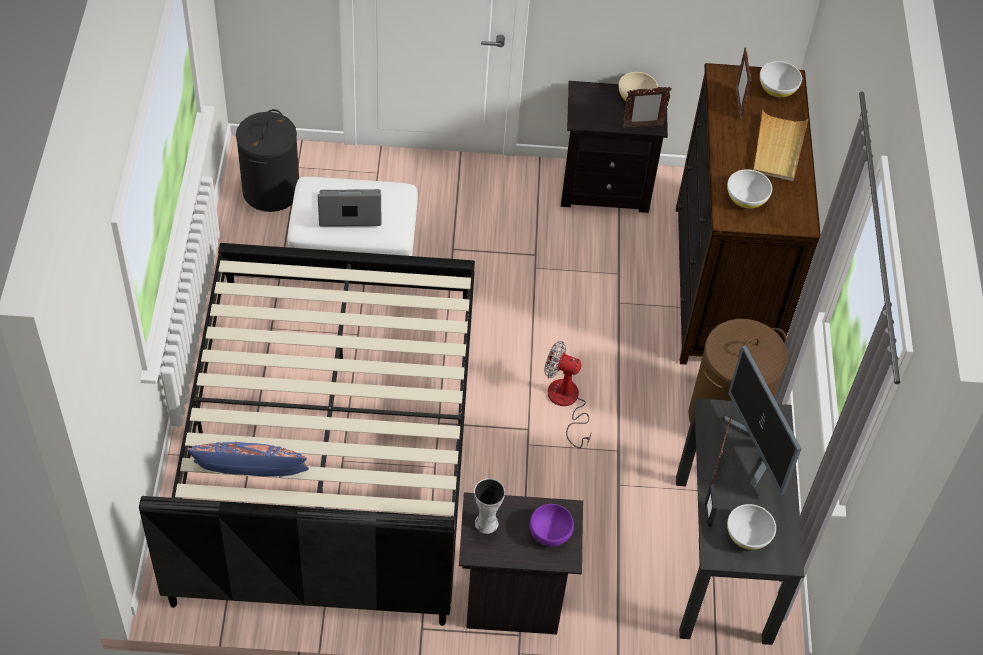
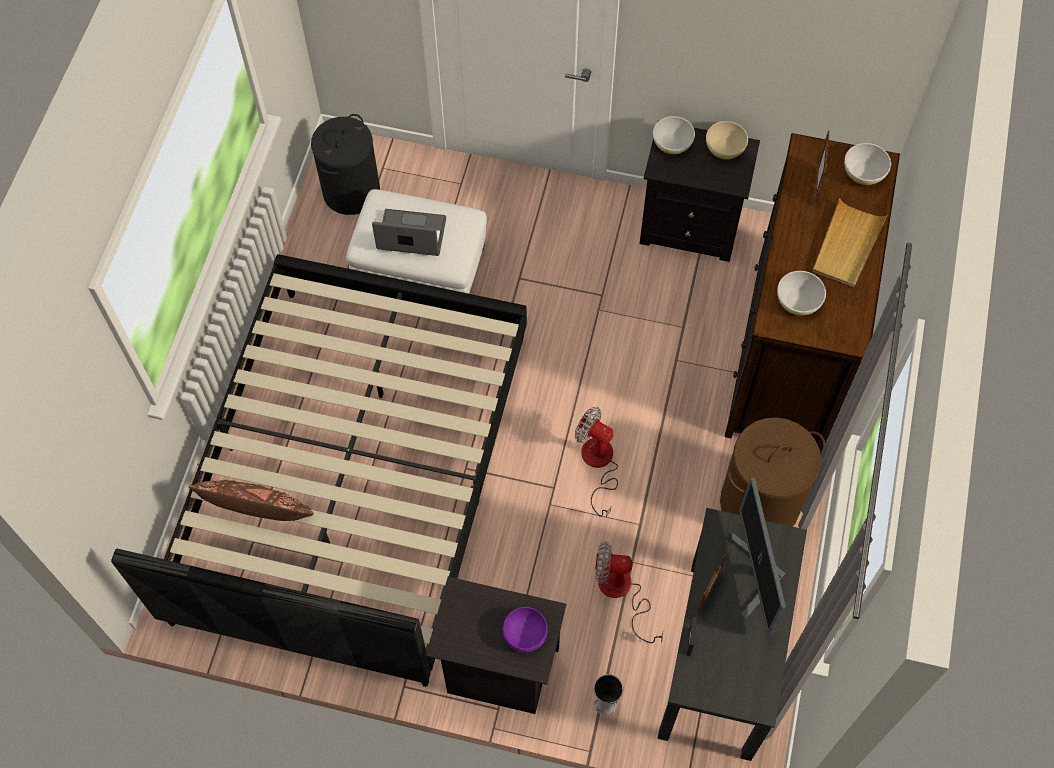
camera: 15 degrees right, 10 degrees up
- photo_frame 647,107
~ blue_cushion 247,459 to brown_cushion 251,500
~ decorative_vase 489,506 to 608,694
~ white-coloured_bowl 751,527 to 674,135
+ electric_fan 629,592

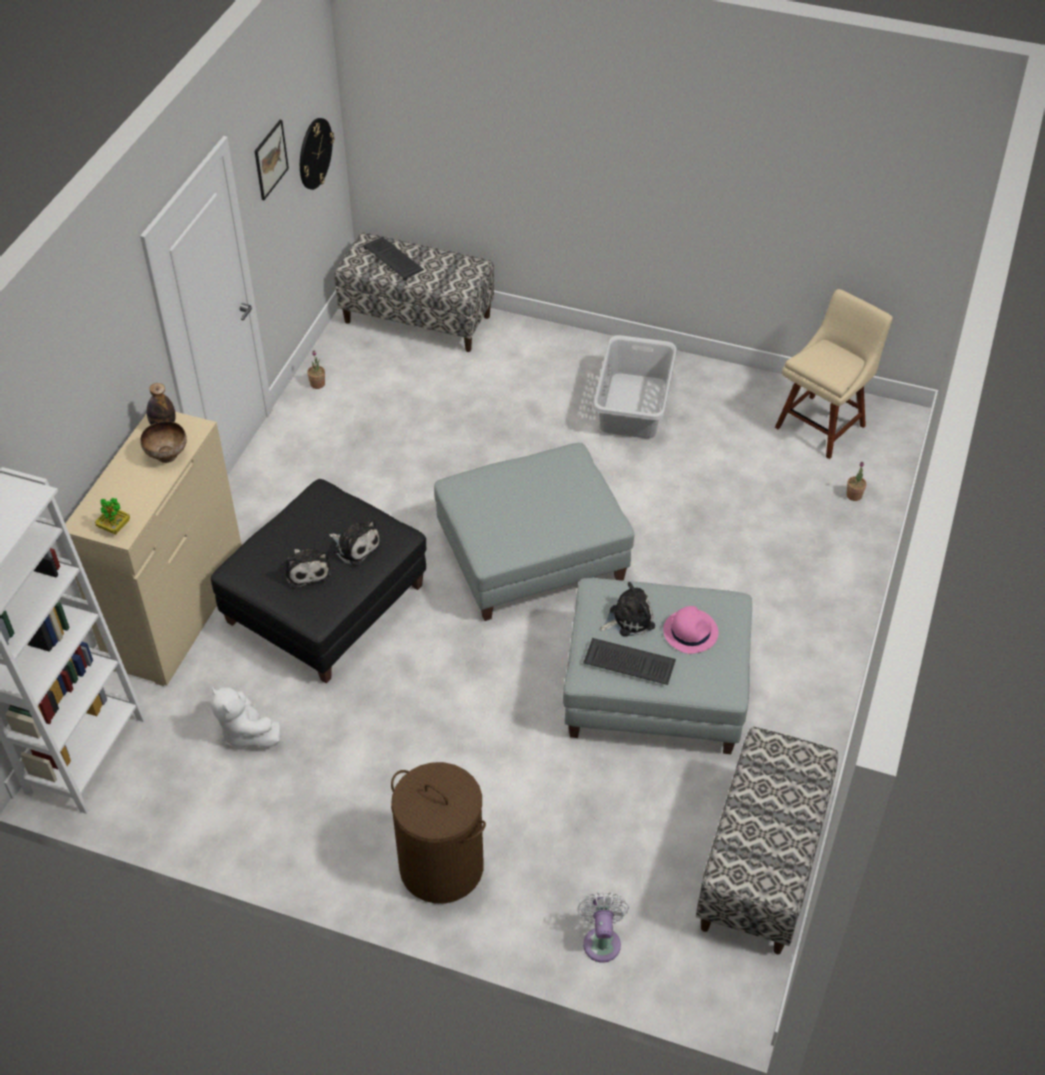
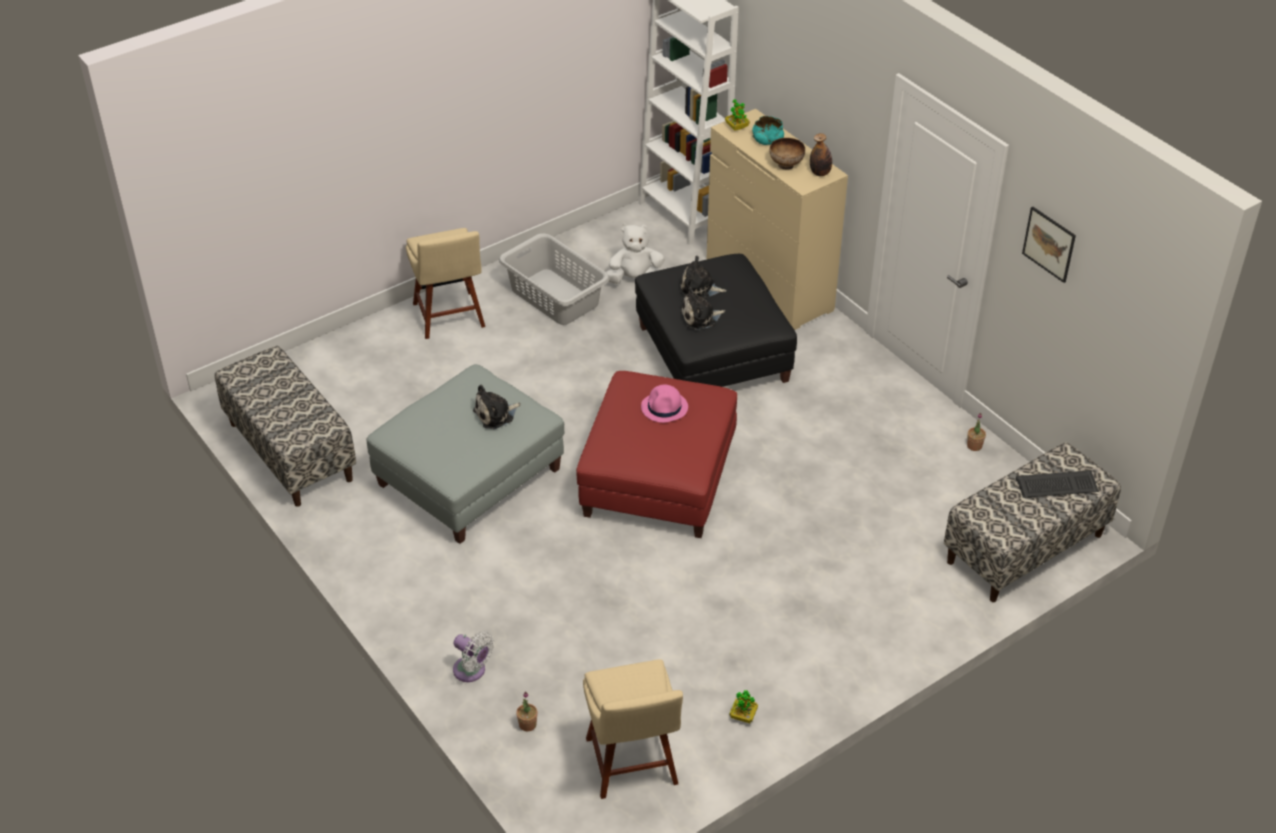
camera: 125 degrees right, 5 degrees down
- hanging_clock 317,154
~ greyish_laundry_basket 635,386 to 554,279
~ greyish_pouffe 534,532 to reddish_pouffe 656,454
~ soft_toy 627,609 = 497,407 45 degrees clockwise
~ pink_clothing_hat 690,630 to 664,404
- PC_keyboard 629,661
~ brown_laundry_basket 438,832 to beige-coloured_upright_chair 445,283
~ white-coloured_electric_fan 603,927 to 473,656
+ turquoise-coloured_bowl 768,130
+ potted_plant 744,706

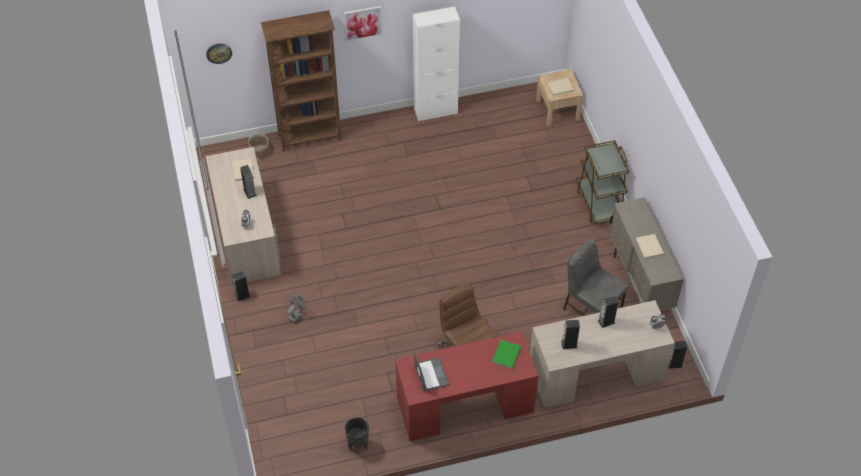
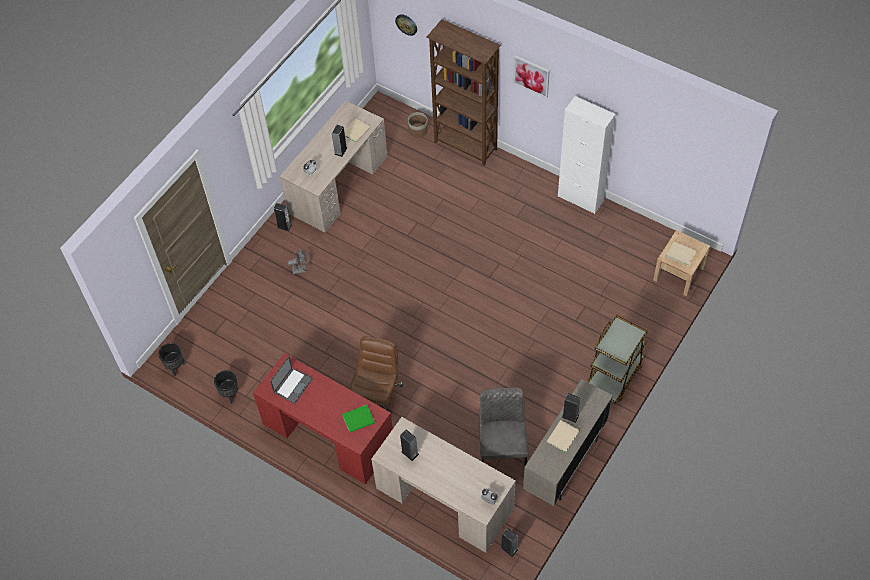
camera: 50 degrees right, 5 degrees up
~ speaker 608,311 to 571,408
+ black_planter 171,359

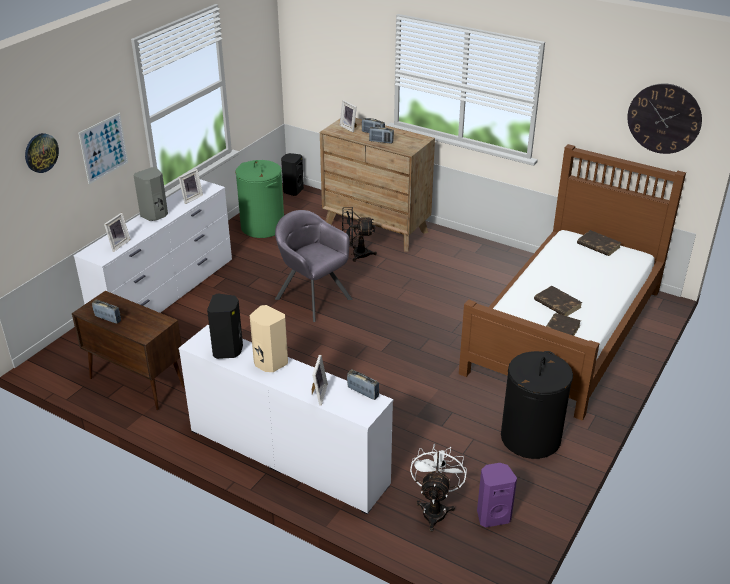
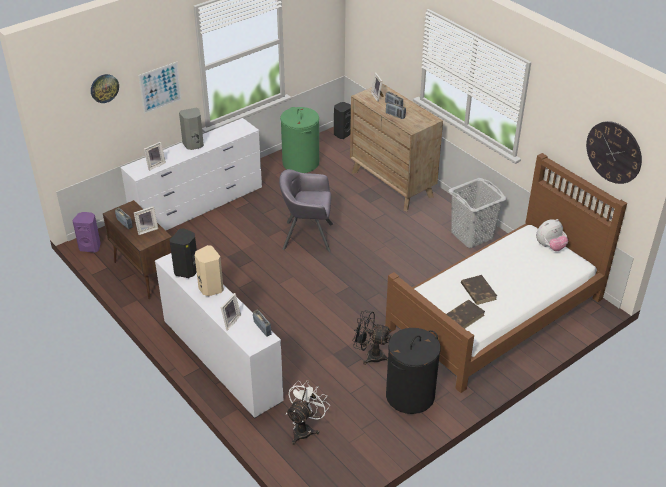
camera: 20 degrees right, 5 degrees up
~ photo_frame 191,186 to 146,220
~ black_electric_fan 359,234 to 371,337
~ greyish_easy_chair 313,266 = 306,210 60 degrees counterclockwise
~ brown_volume 599,243 to soft_toy 552,235
~ purple-coloured_speaker 497,495 to 86,232
+ greyish_laundry_basket 477,213

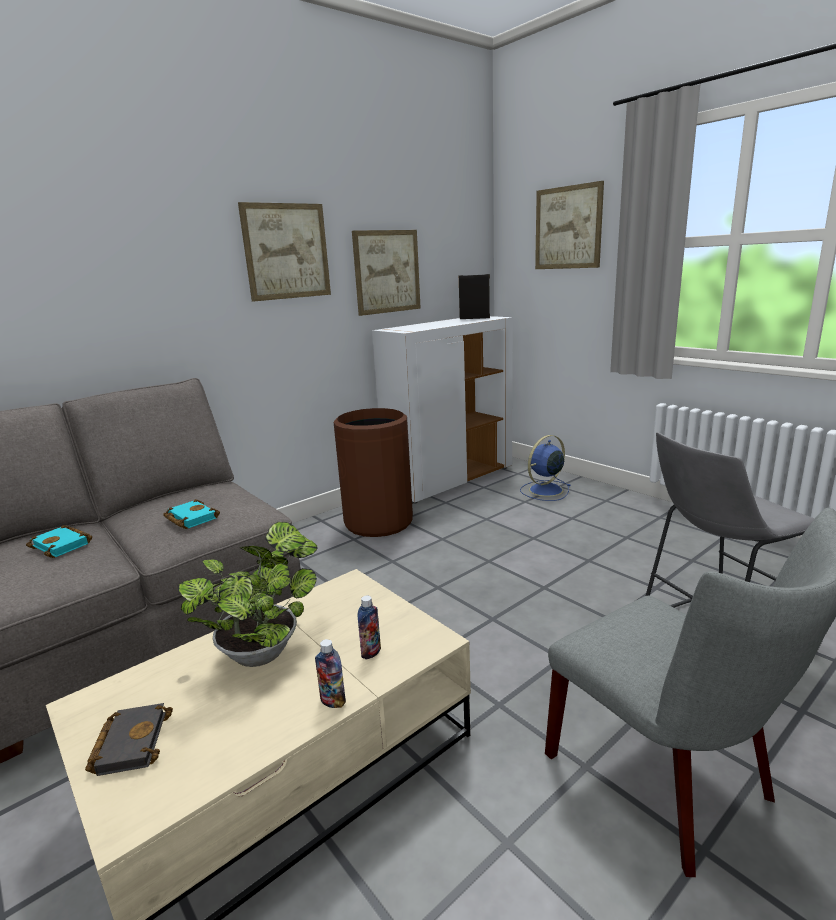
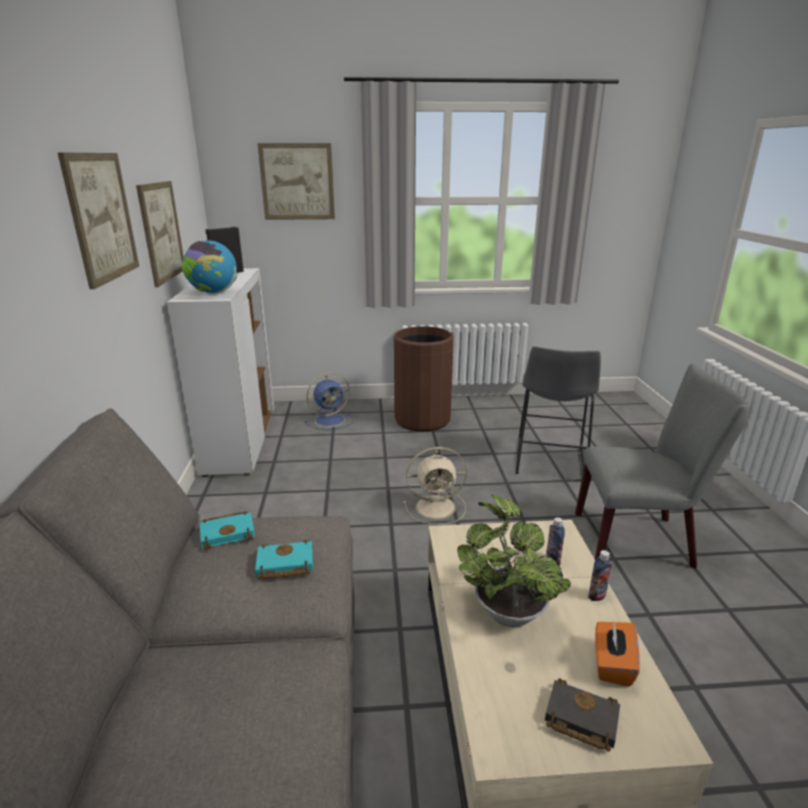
camera: 55 degrees left, 5 degrees up
~ brown_rubbish_bin 373,472 to 424,379
~ blue_electric_fan 545,468 = 329,401 120 degrees counterclockwise
~ turquoise-coloured_volume 59,541 to 227,530
+ globe 209,266
+ beige-coloured_electric_fan 435,485
+ orangey_tissue_holder 617,654

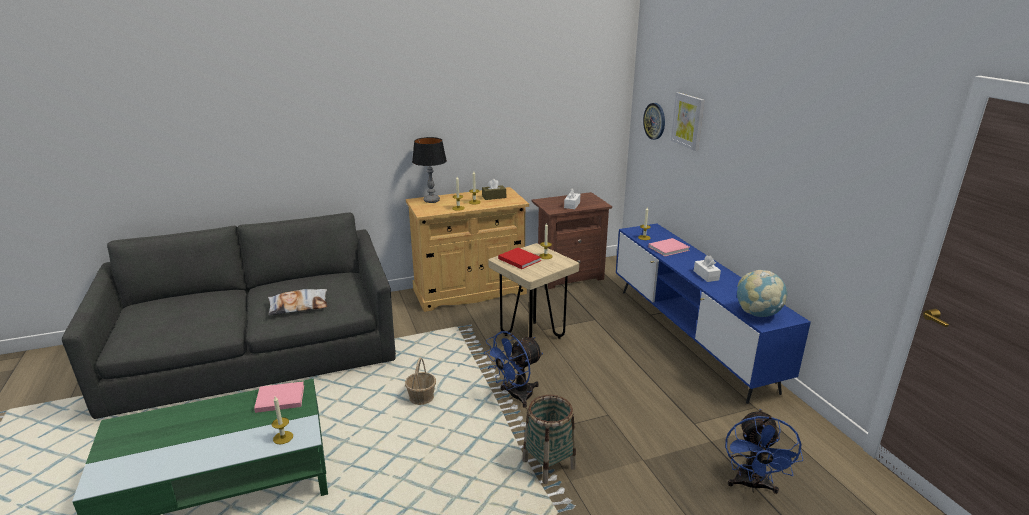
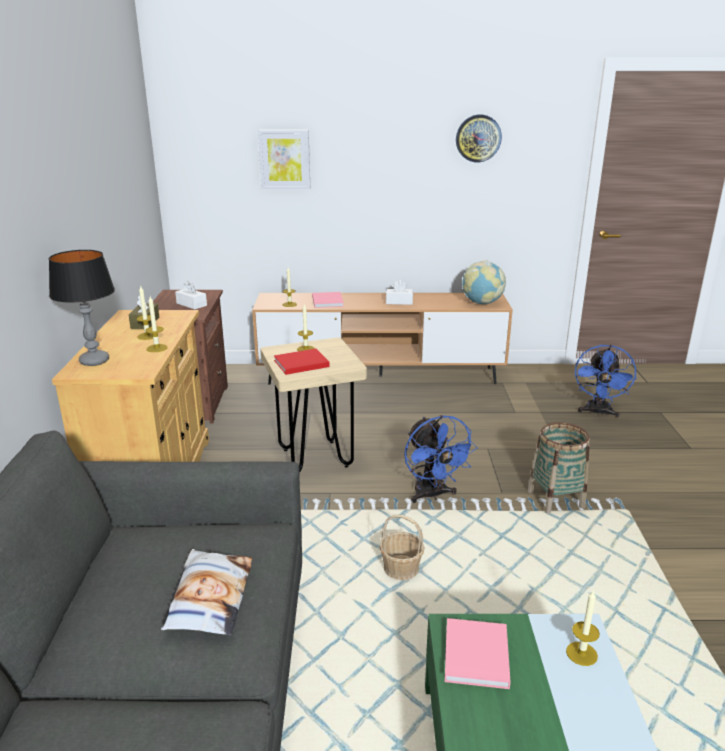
camera: 70 degrees left, 0 degrees up
~ hanging_clock 654,121 to 479,138
~ blue_tv_stand 713,314 to brown_tv_stand 382,338
~ blue_electric_fan 764,451 = 605,381 75 degrees clockwise

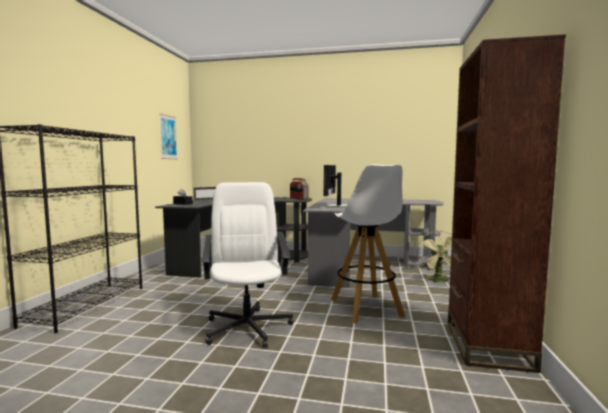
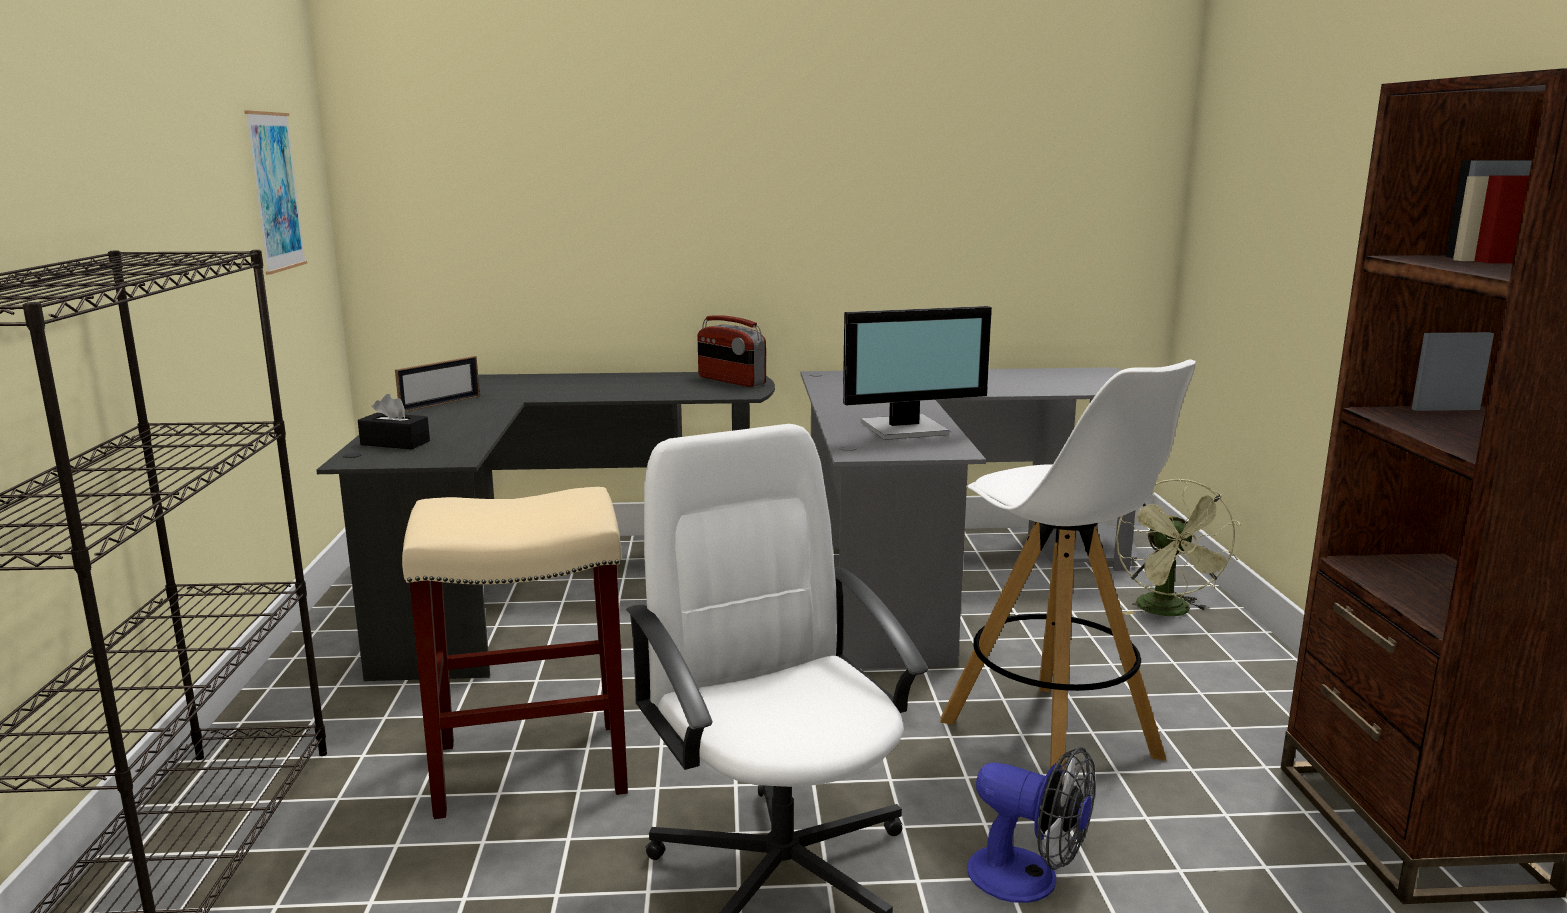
camera: 15 degrees left, 10 degrees up
~ monitor 335,186 = 917,373 105 degrees counterclockwise
+ beige-coloured_stool_seat 515,653
+ electric_fan 1031,825

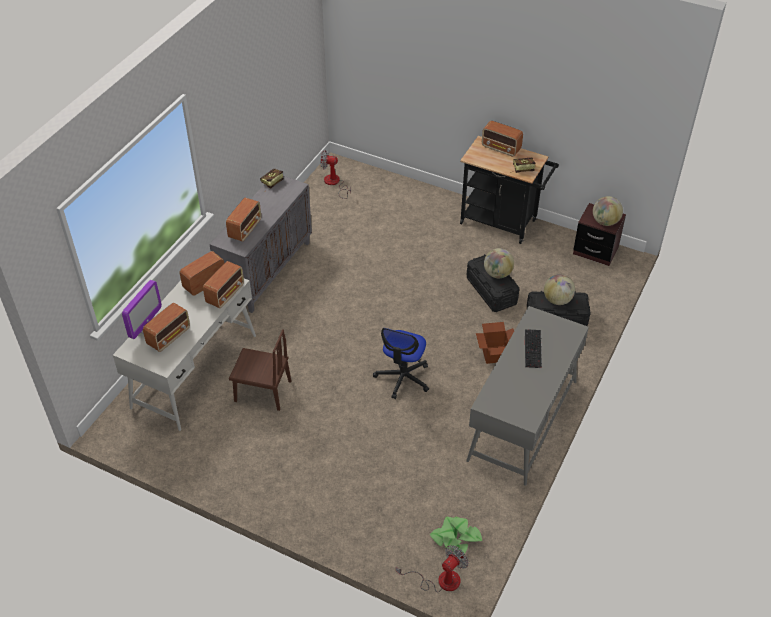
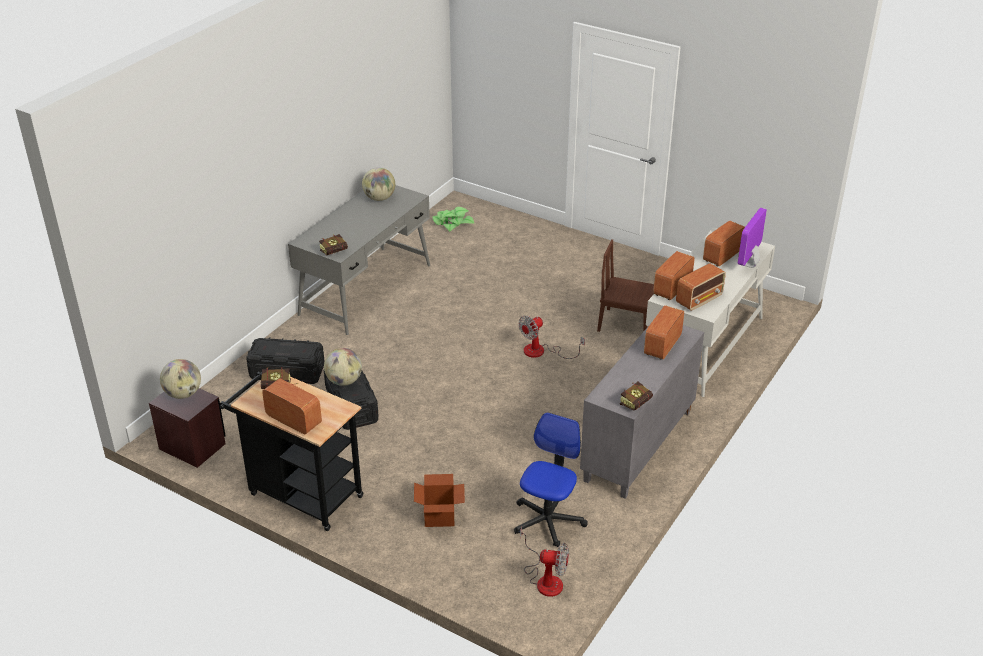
camera: 175 degrees left, 10 degrees down
~ globe 559,289 to 378,184
~ cardboard_box 495,343 to 439,500
~ computer_chair 401,363 to 551,479
- PC_keyboard 533,348
~ electric_fan 432,568 to 552,337
+ volume 333,244

